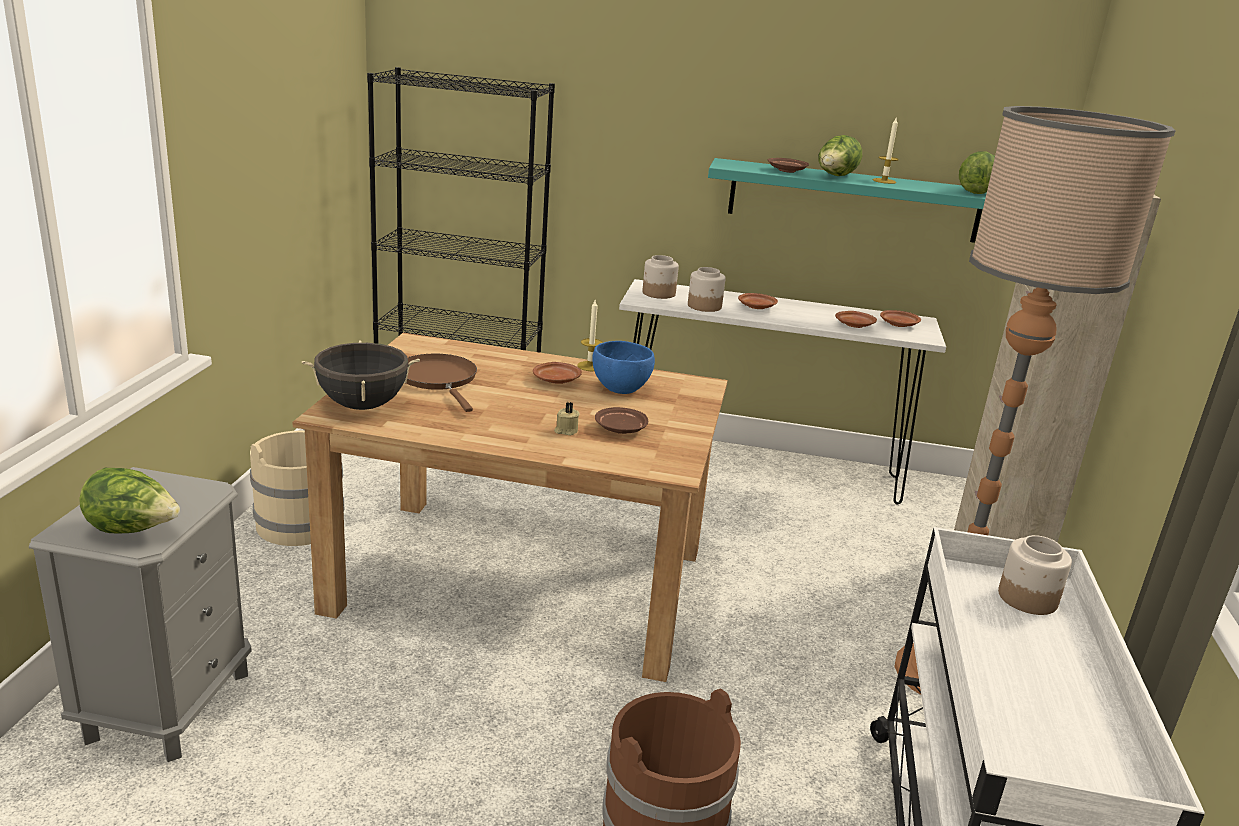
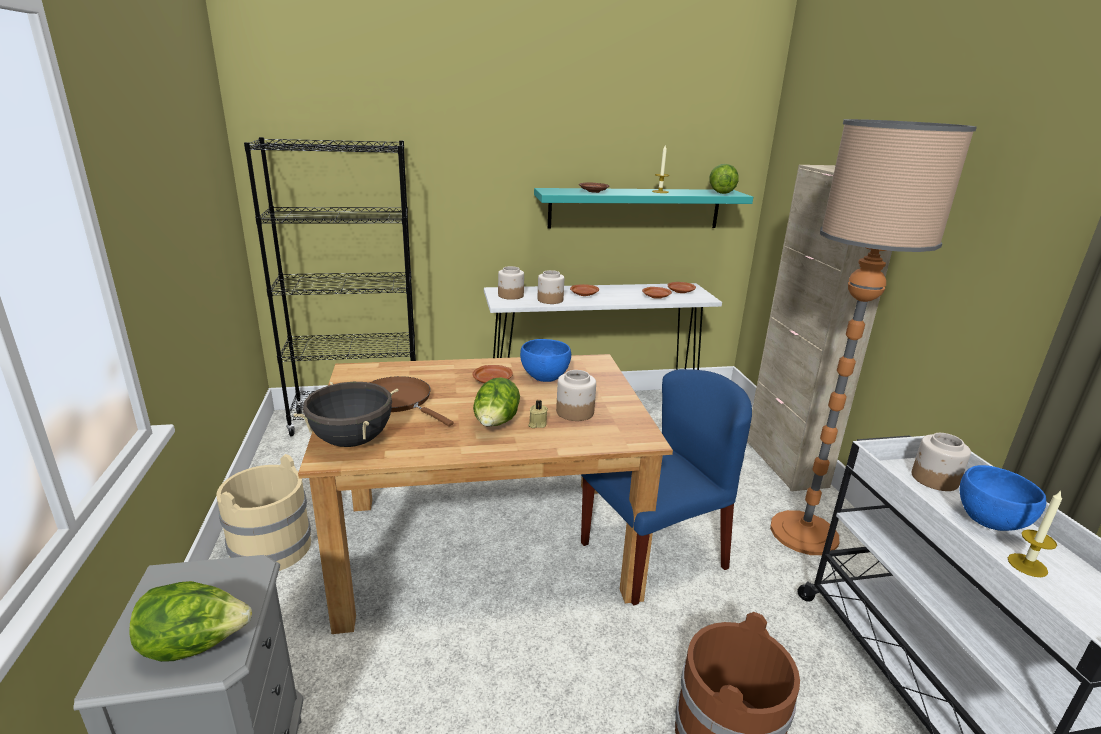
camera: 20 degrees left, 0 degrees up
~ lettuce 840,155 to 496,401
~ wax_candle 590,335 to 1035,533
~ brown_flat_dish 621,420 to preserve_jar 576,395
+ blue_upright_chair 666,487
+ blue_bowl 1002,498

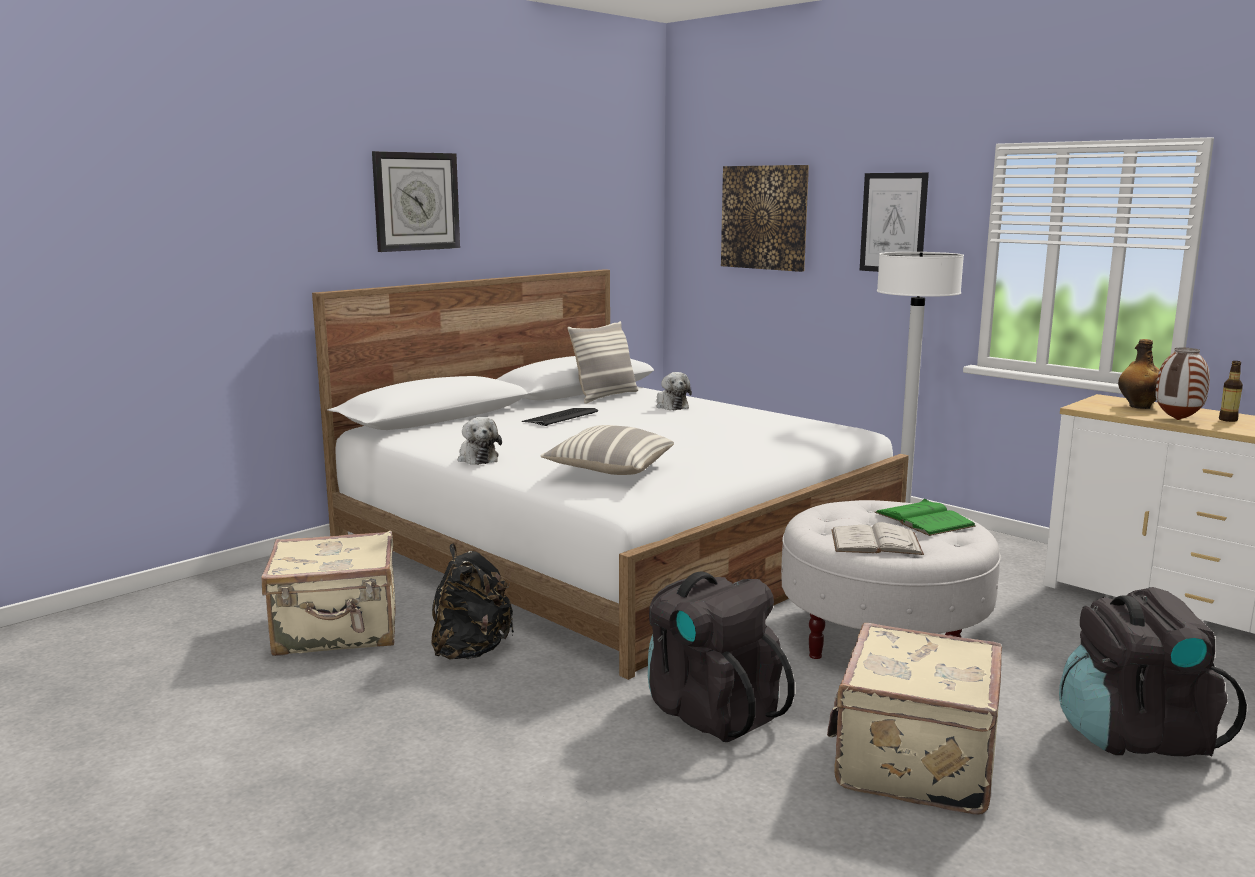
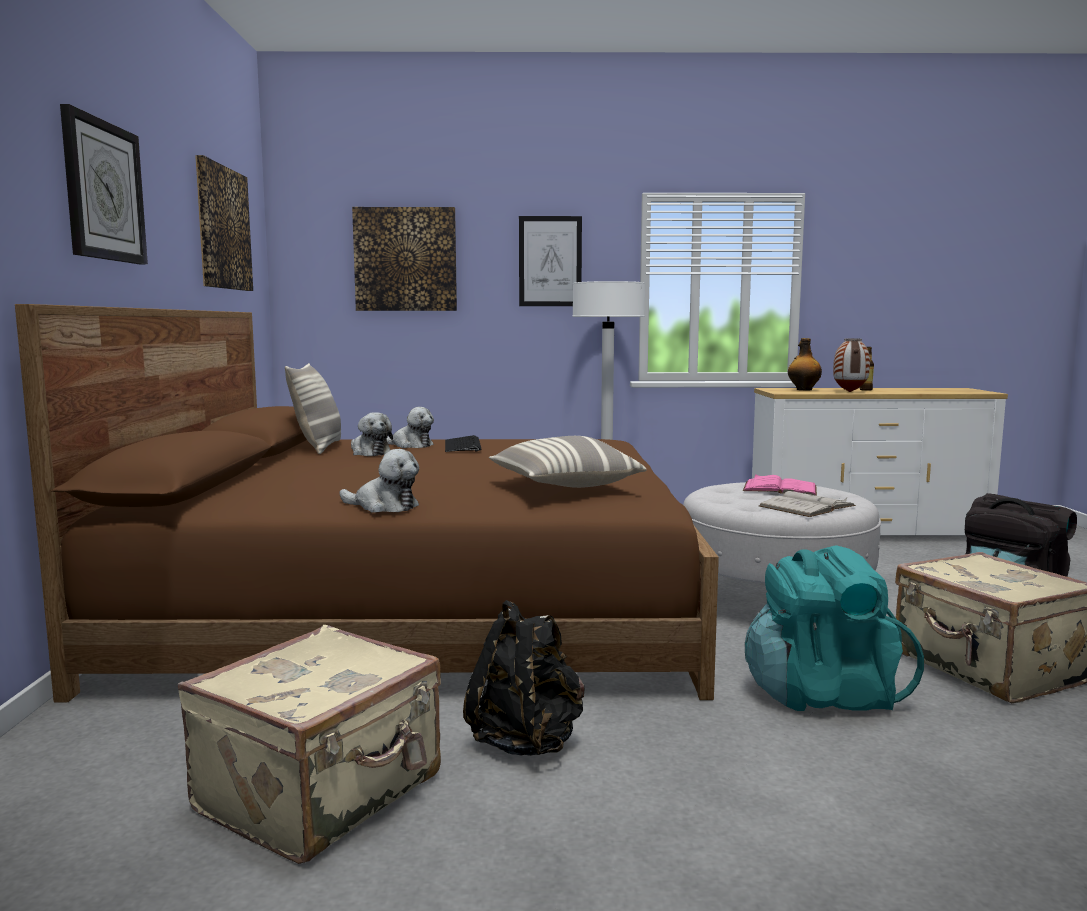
camera: 45 degrees left, 5 degrees down
~ white-coloured_sleeping_bed 610,474 to brown_sleeping_bed 367,503
~ PC_keyboard 560,417 to 463,443
~ greenish_volume 925,517 to pink_volume 780,485
~ black_rucksack 721,657 to turquoise-coloured_rucksack 834,628
+ wall_art 224,223
+ soft_toy 372,434

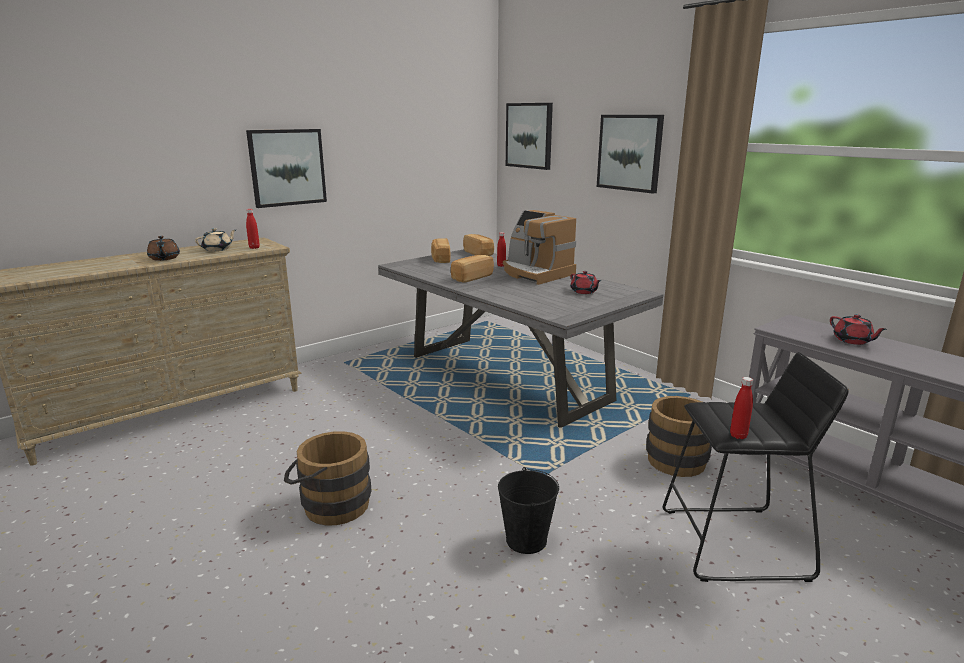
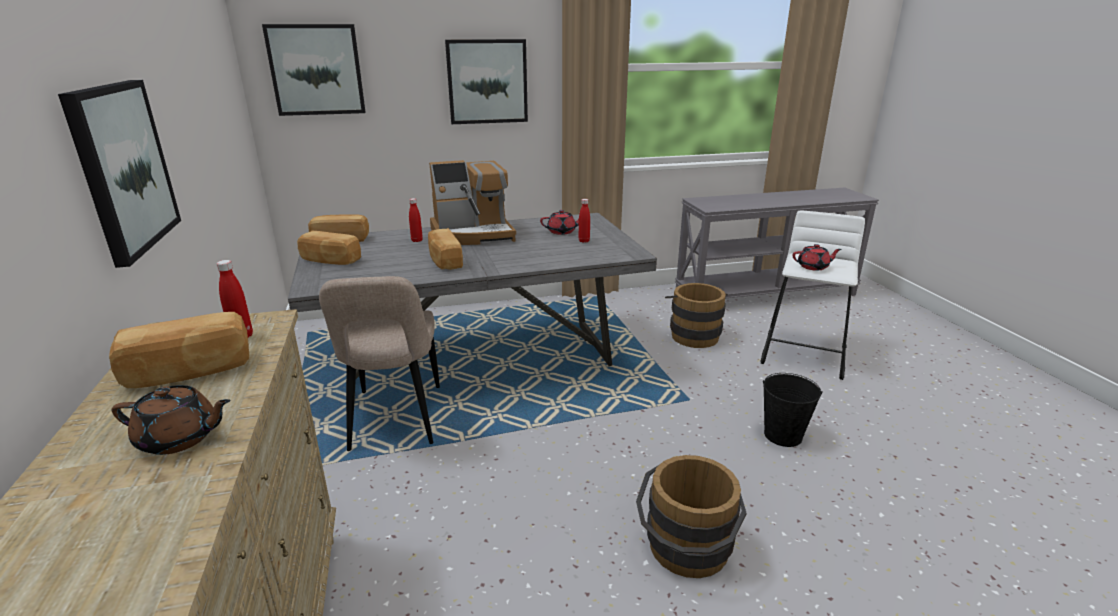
camera: 65 degrees left, 5 degrees up
~ beige-coloured_tea_pot 215,239 to bread 179,350
~ reddish_tea_pot 858,329 to 817,257
~ black_stool_seat 756,467 to white-coloured_stool_seat 813,295
~ reddish_drink_bottle 741,408 to 584,221
+ beige-coloured_upright_chair 379,363

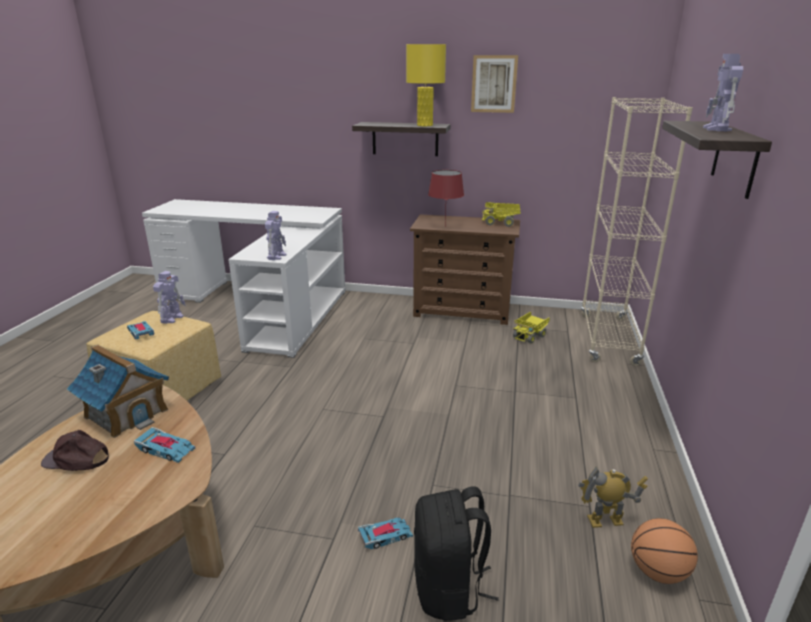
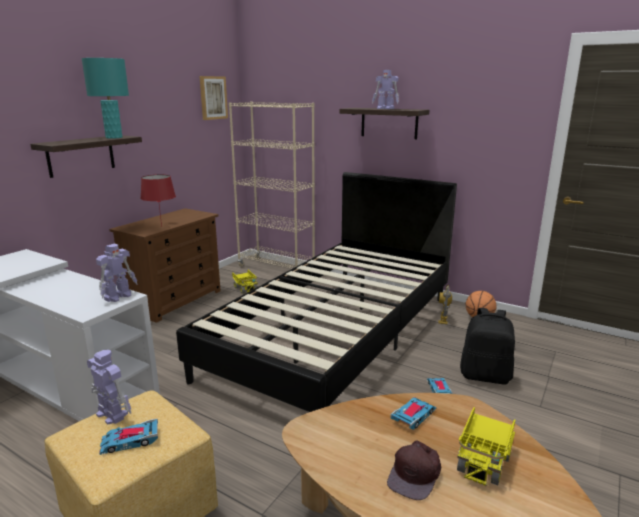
camera: 70 degrees left, 5 degrees down
~ yellowish_lamp_for_a_table 426,85 to turquoise-coloured_lamp_for_a_table 105,98
~ wall_art 494,84 to 214,98
~ toy_lorry 501,214 to 486,446
~ toy_robot 275,235 = 116,273 90 degrees clockwise
- miniature_house 118,391
+ black_sleeping_bed 316,292

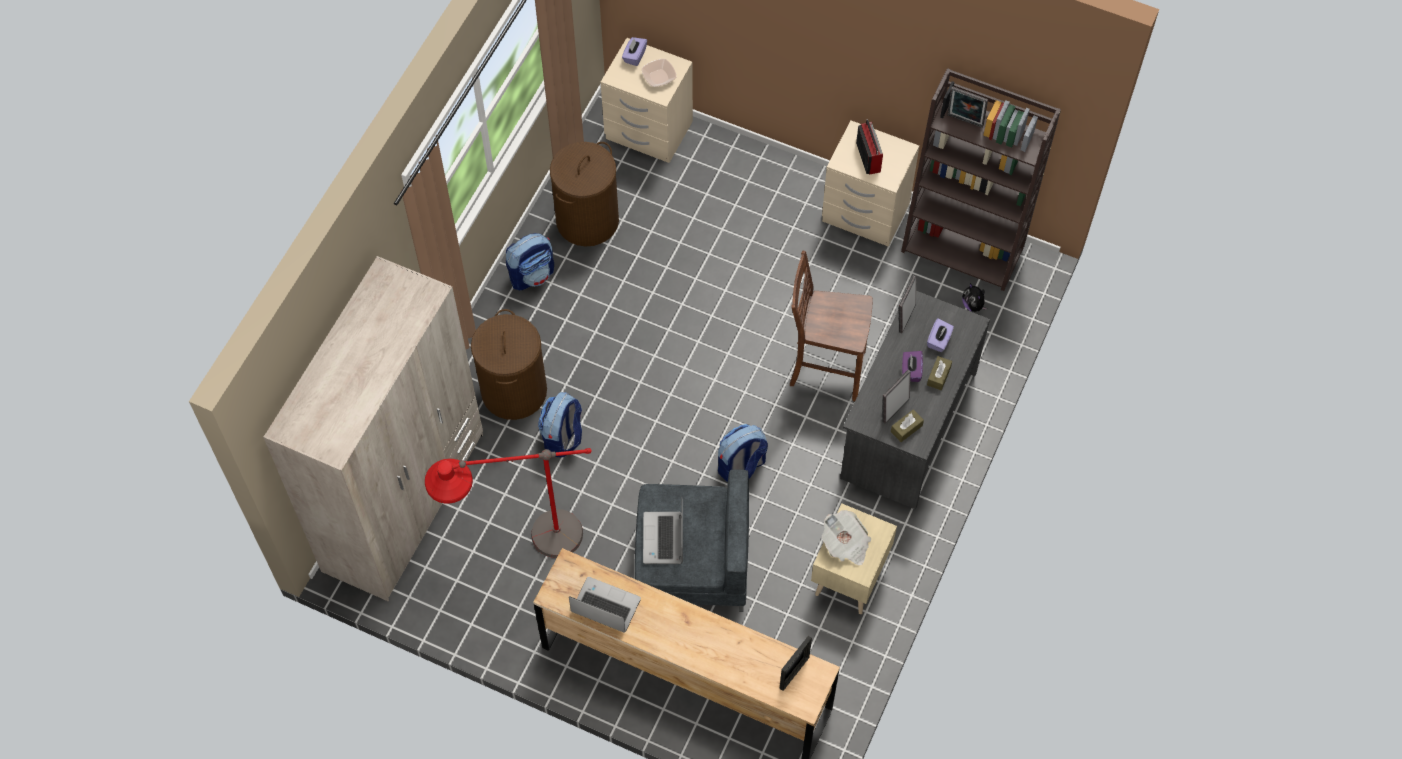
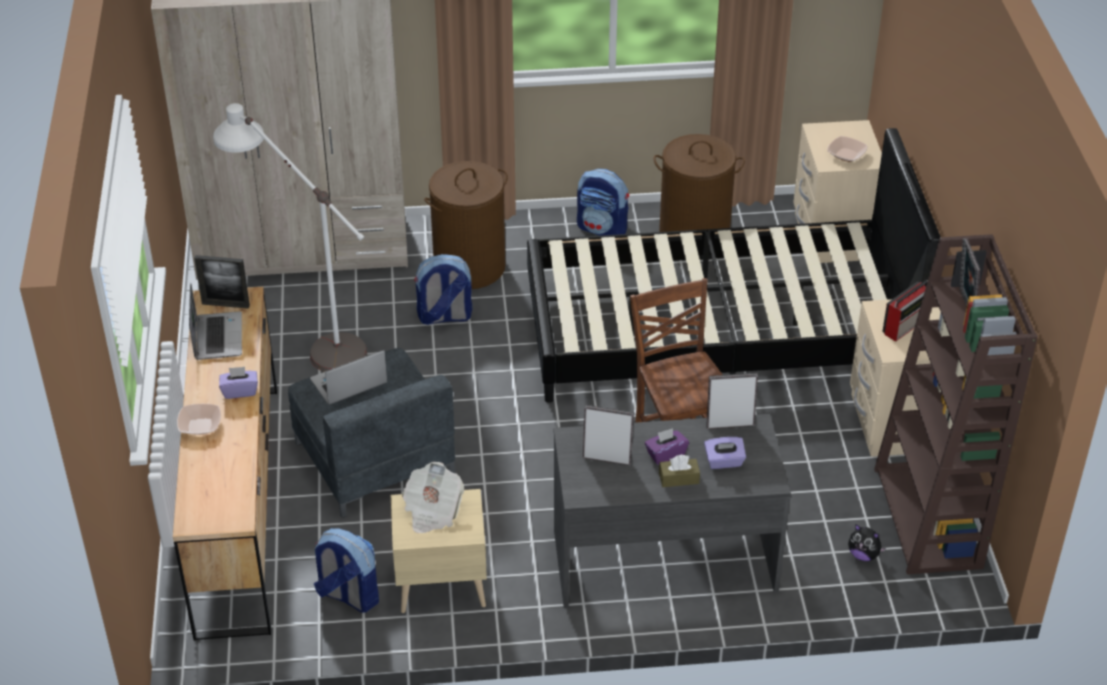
camera: 60 degrees right, 20 degrees down
~ purple-coloured_tissue_holder 634,51 to 238,383
~ soft_toy 974,297 = 867,542 90 degrees counterclockwise
- brown_tissue_holder 907,426
~ rucksack 743,453 to 346,570
~ reddish_standard_lamp 508,503 to white-coloured_standard_lamp 290,237
~ photo_frame 796,663 to 222,282
+ black_sleeping_bed 734,265
+ bowl 199,419

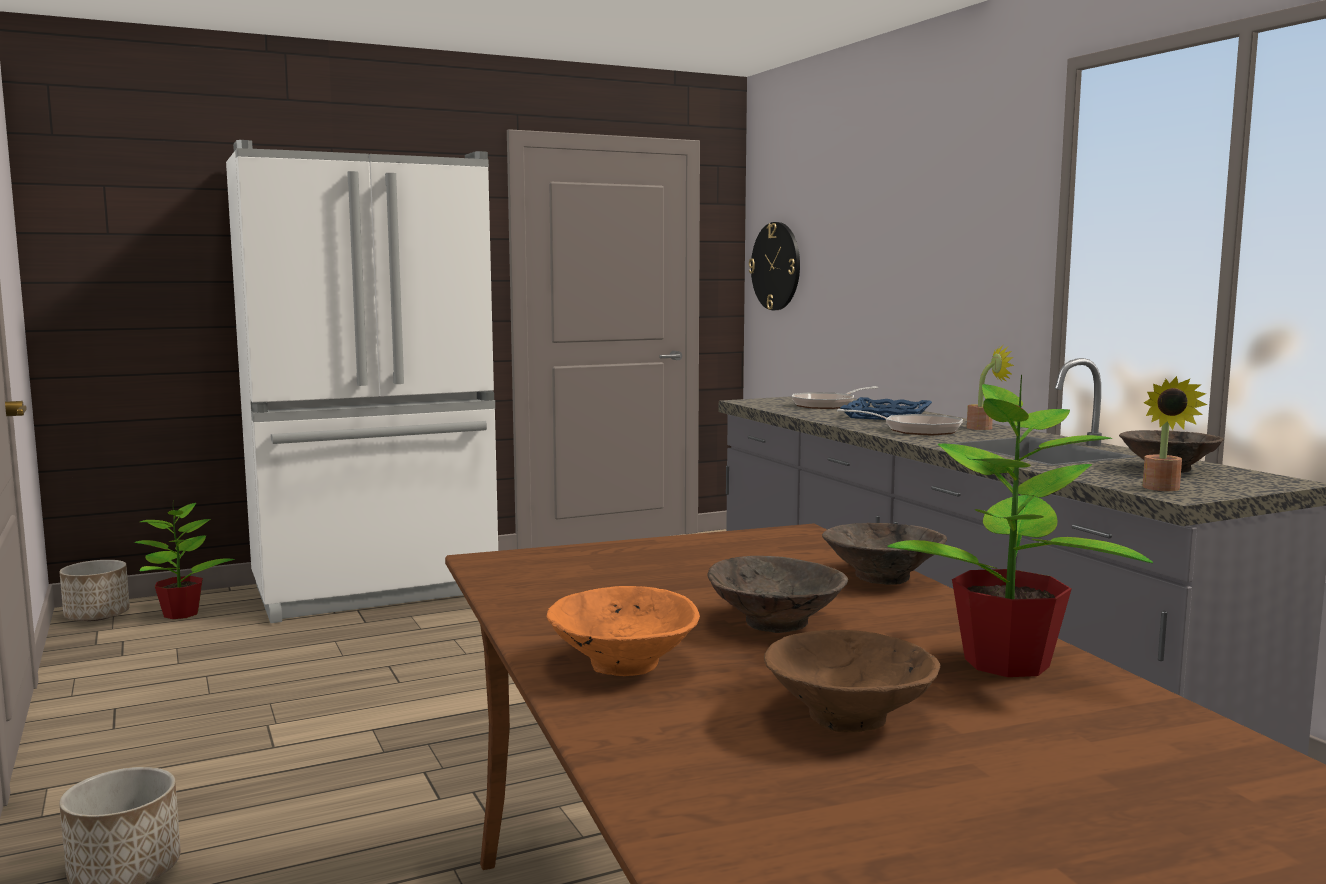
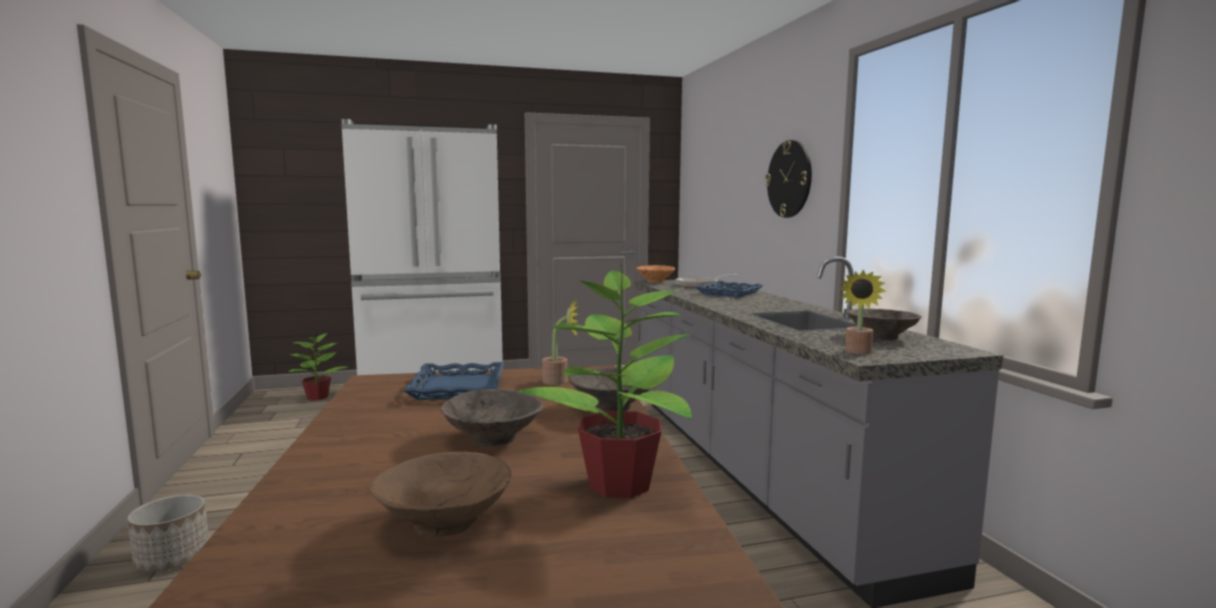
camera: 10 degrees right, 0 degrees up
~ hanging_clock 774,266 to 788,179
~ potted_plant 990,387 to 560,342
- pan 900,422
- planter 94,590
~ orangey_bowl 623,631 to 655,274
+ blue_tray 453,381

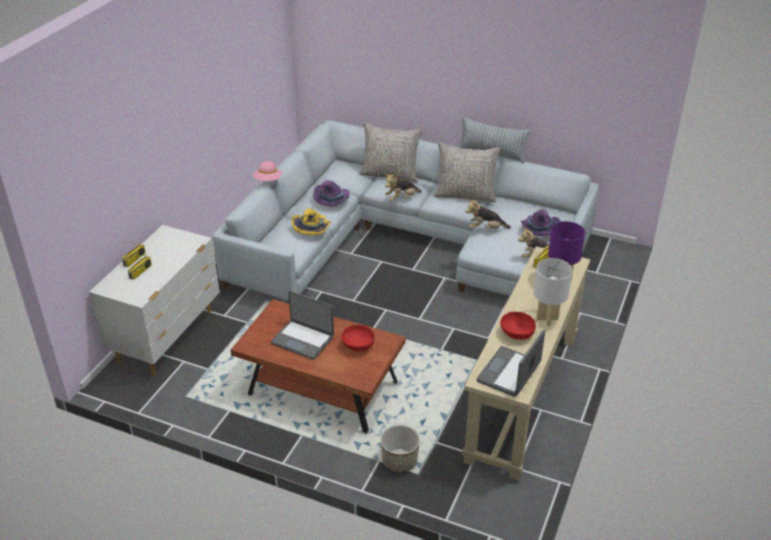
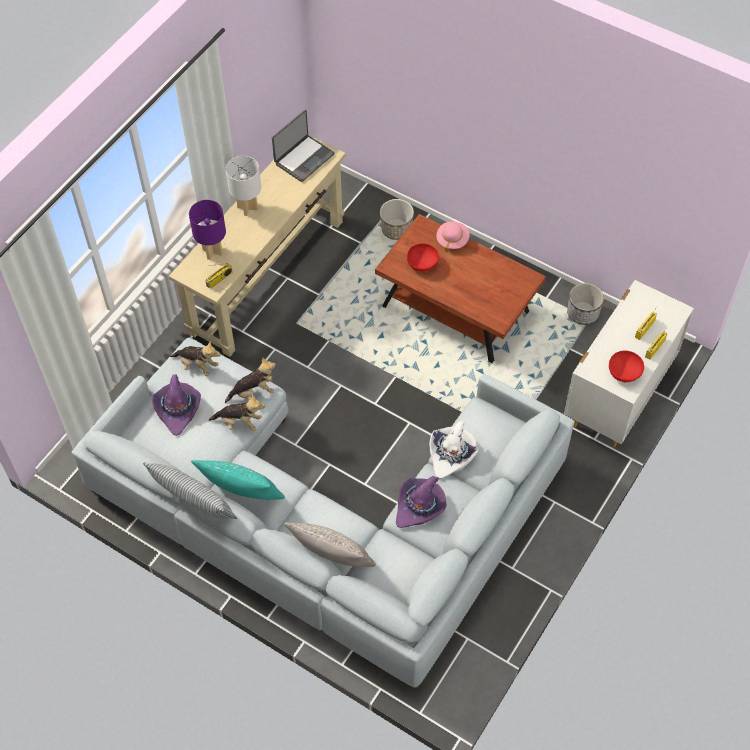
camera: 170 degrees left, 20 degrees up
~ greyish_cushion 467,172 to turquoise-coloured_cushion 238,480
~ pink_clothing_hat 267,171 to 453,236
~ soft_toy 403,187 to 250,380
~ yellowish_clothing_hat 311,222 to white-coloured_clothing_hat 453,450
- portable_computer 302,325
~ reddish_bowl 518,326 to 626,366
+ planter 585,304

